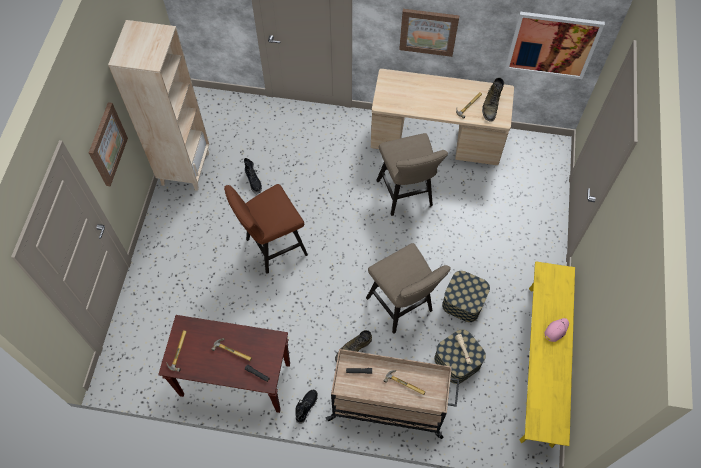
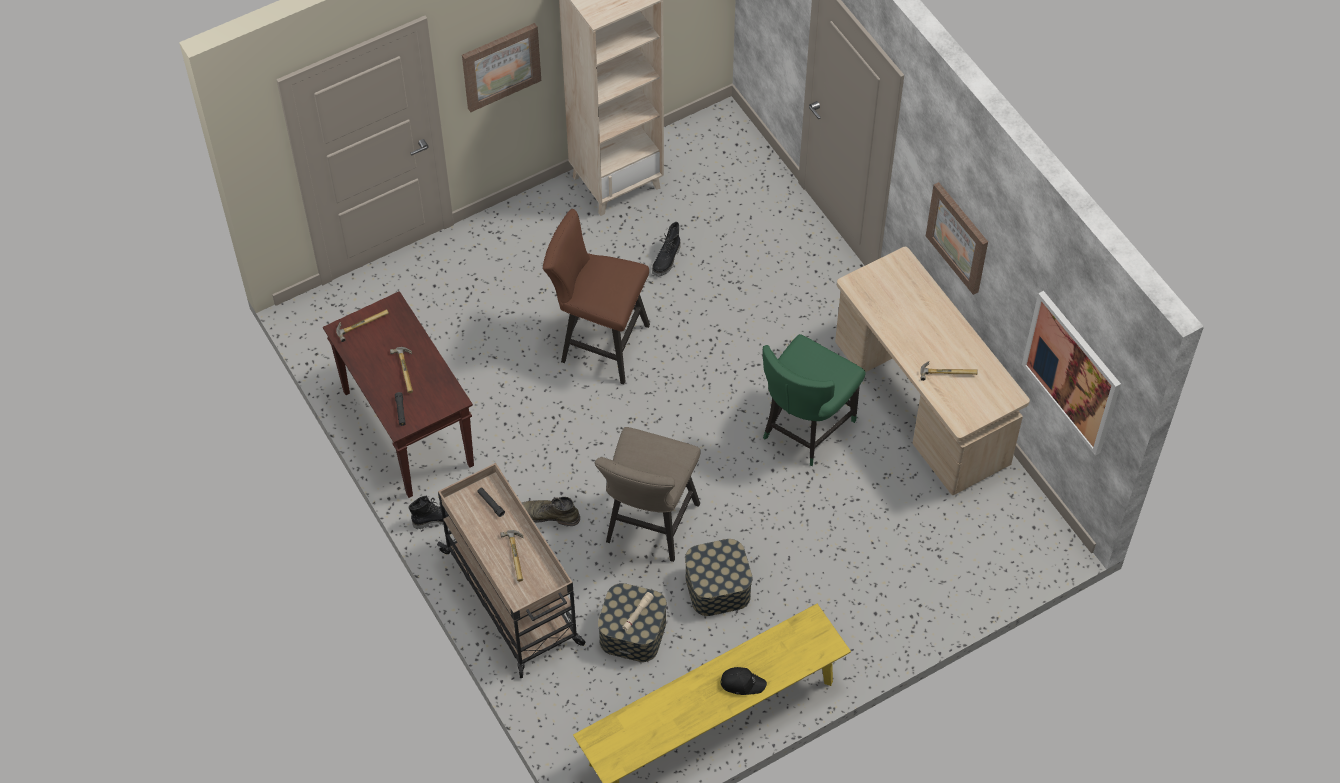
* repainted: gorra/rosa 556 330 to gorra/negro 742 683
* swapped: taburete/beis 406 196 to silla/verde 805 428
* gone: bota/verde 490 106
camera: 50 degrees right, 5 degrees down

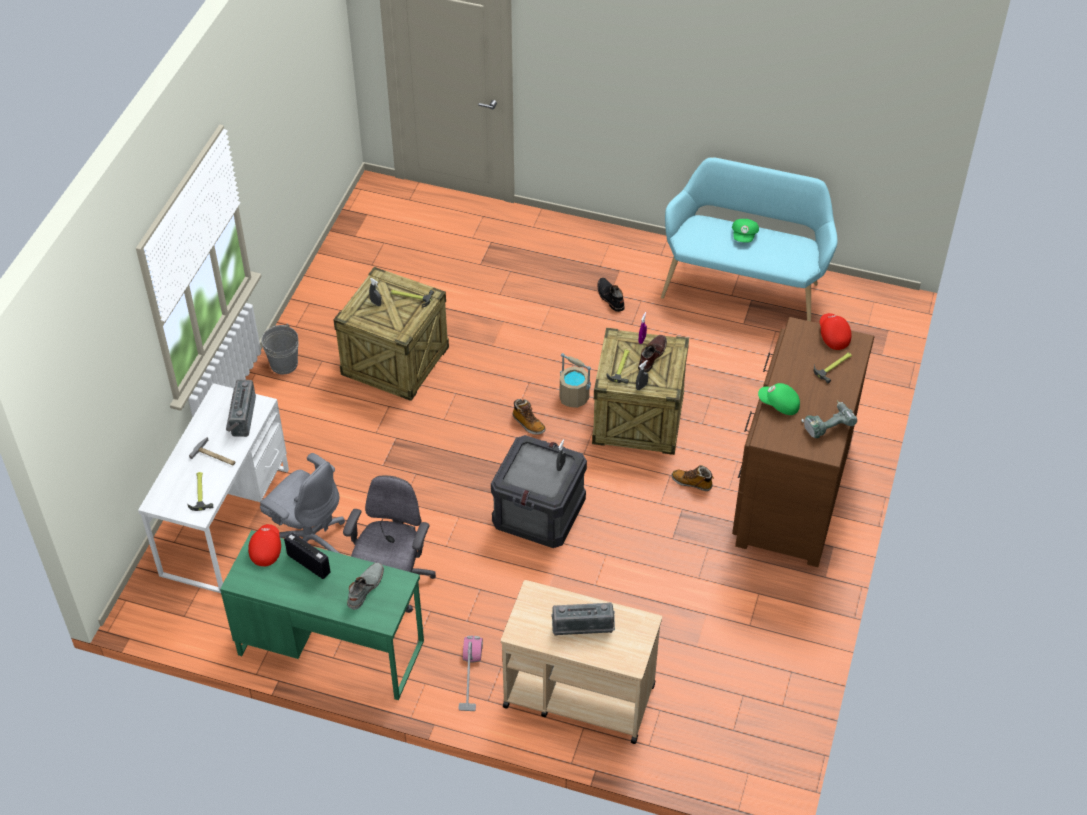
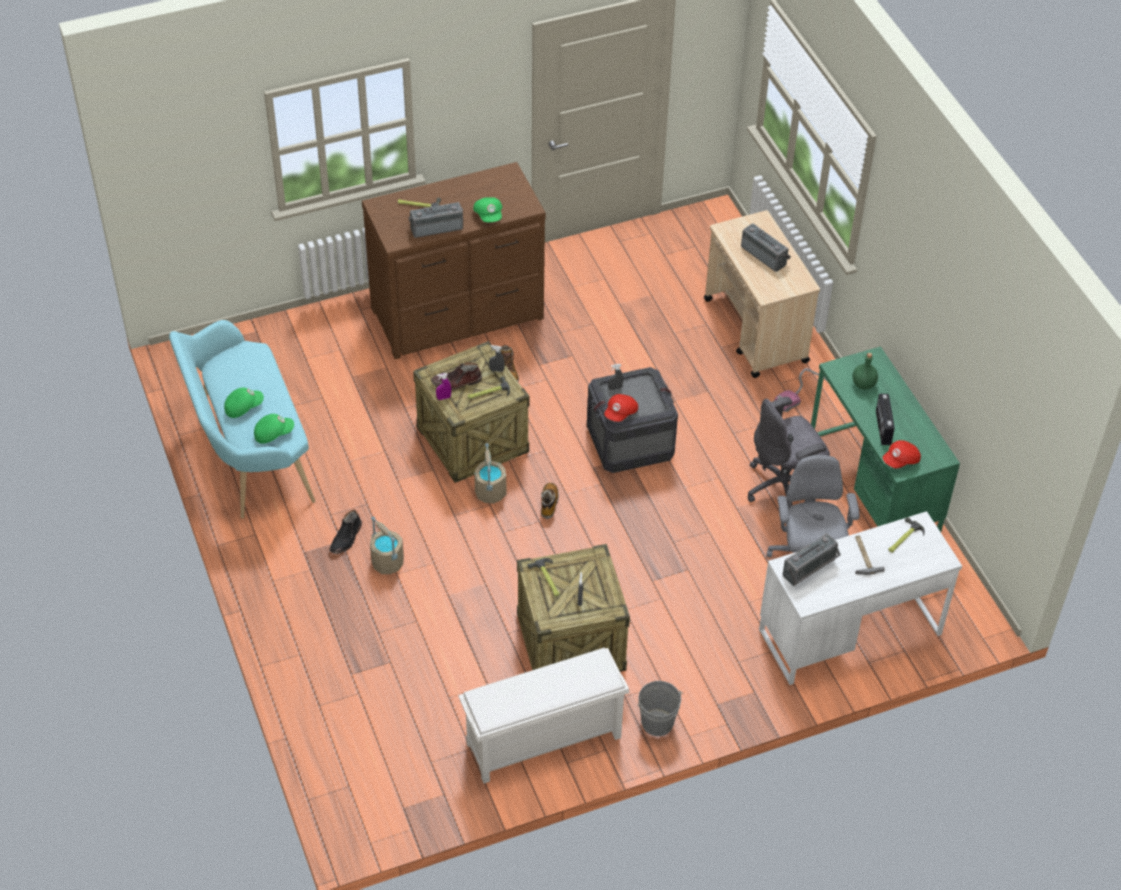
* new: gorra/verde 273 433
* new: cubo/beis 387 562
* new: radio 436 227
* new: zapatero/blanco 542 742
* shifted: gorra/rojo 833 336 to 621 413
* swapped: bota/gris 365 588 to botella/verde 864 384
* gone: taladro 827 425
camera: 130 degrees left, 0 degrees up

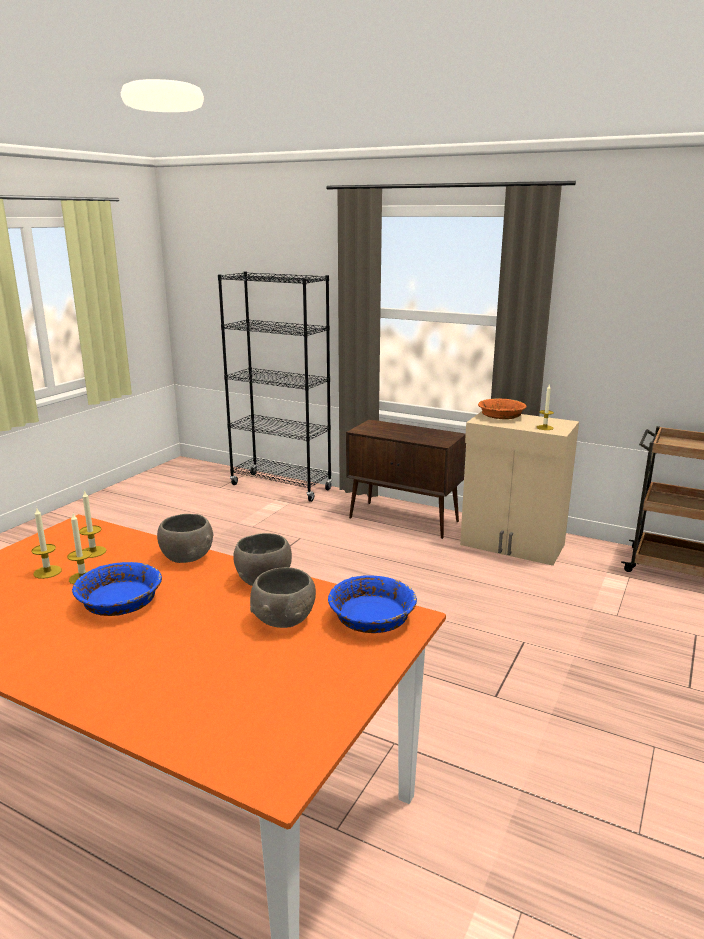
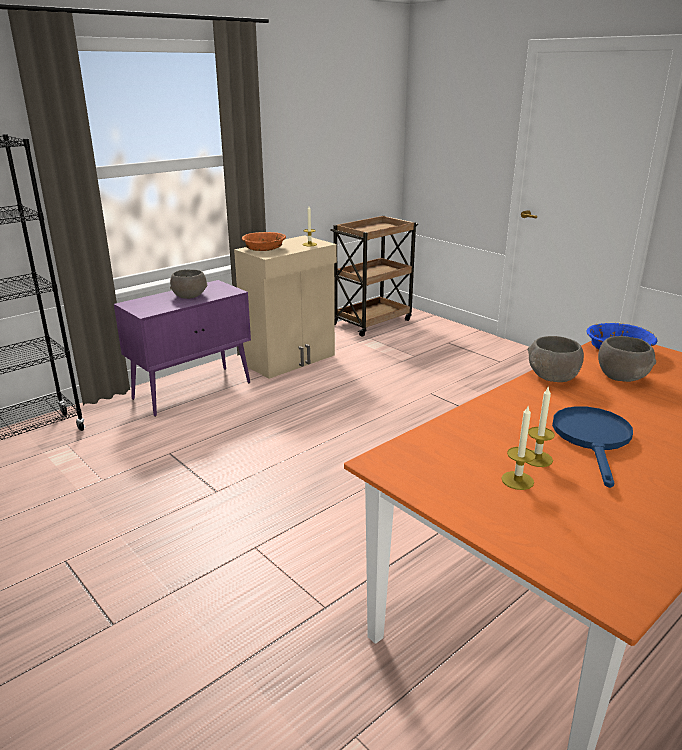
* repainted: armario/marrón 404 520 to armario/morado 193 390
* shifted: cuenco/gris 187 556 to 189 295
* swapped: cuenco/azul 120 602 to sartén/azul 593 439
* gone: vela 93 552
camera: 70 degrees left, 5 degrees up

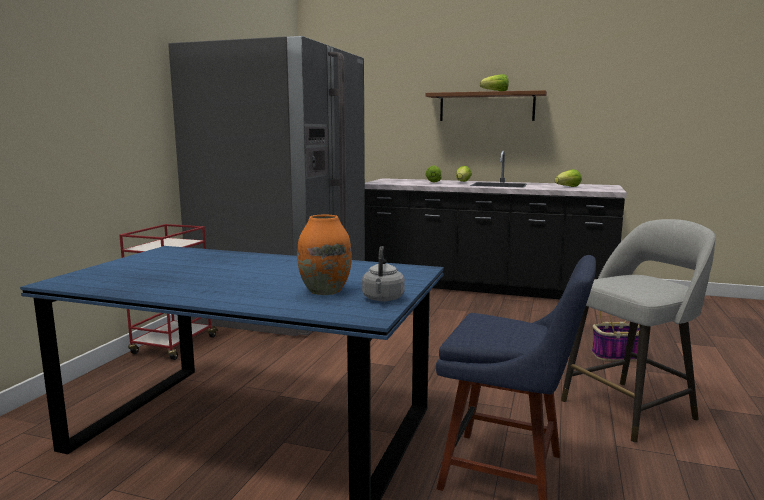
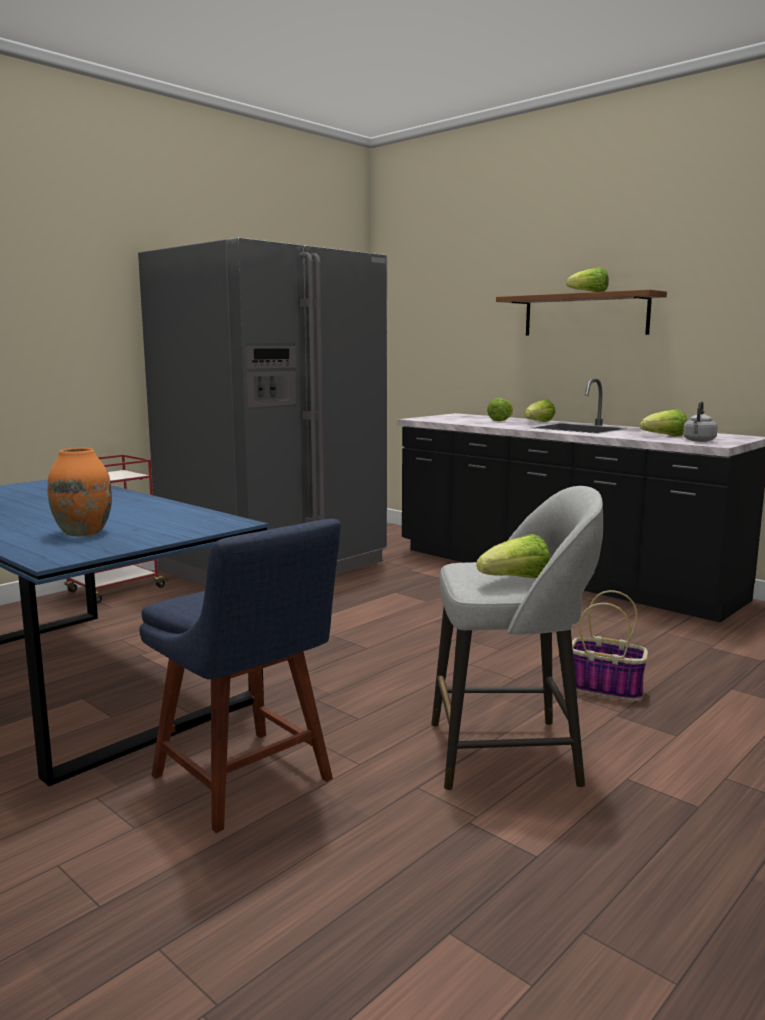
* new: lechuga 516 580
* shifted: hervidor/gris 383 299 to 699 441
camera: 25 degrees right, 0 degrees up

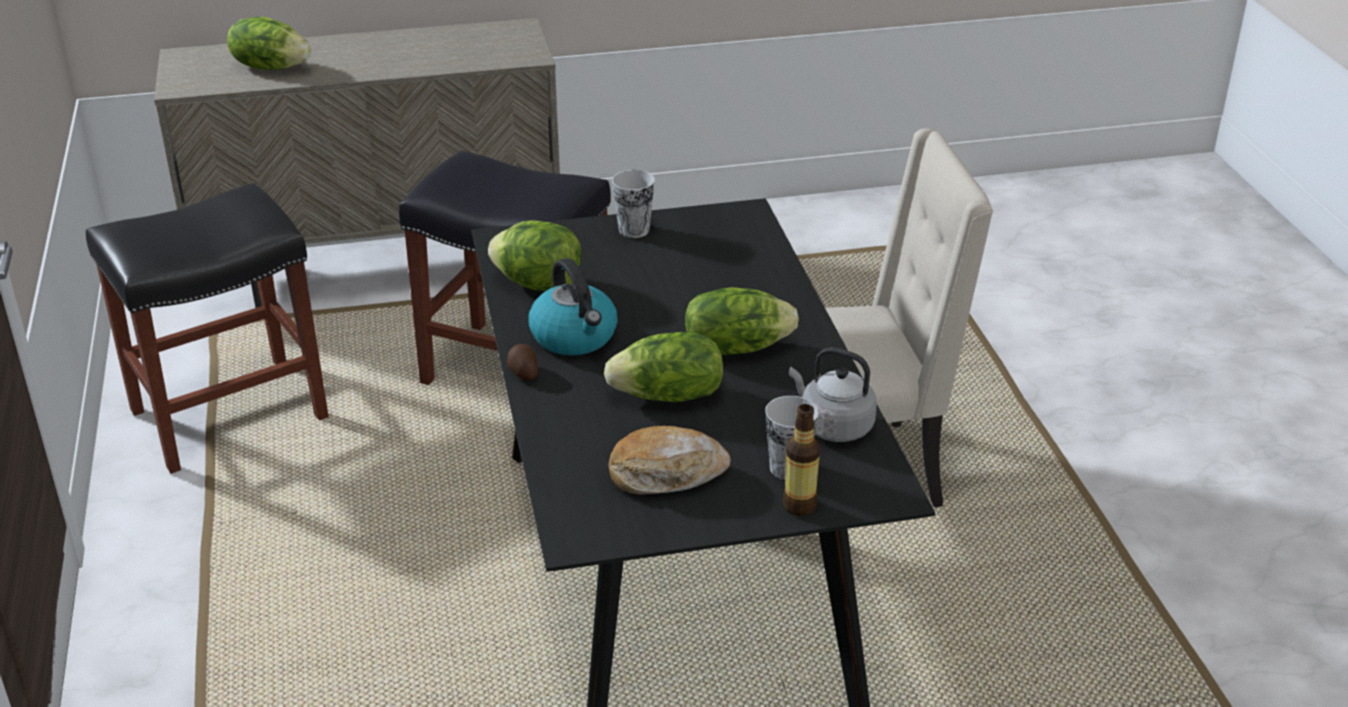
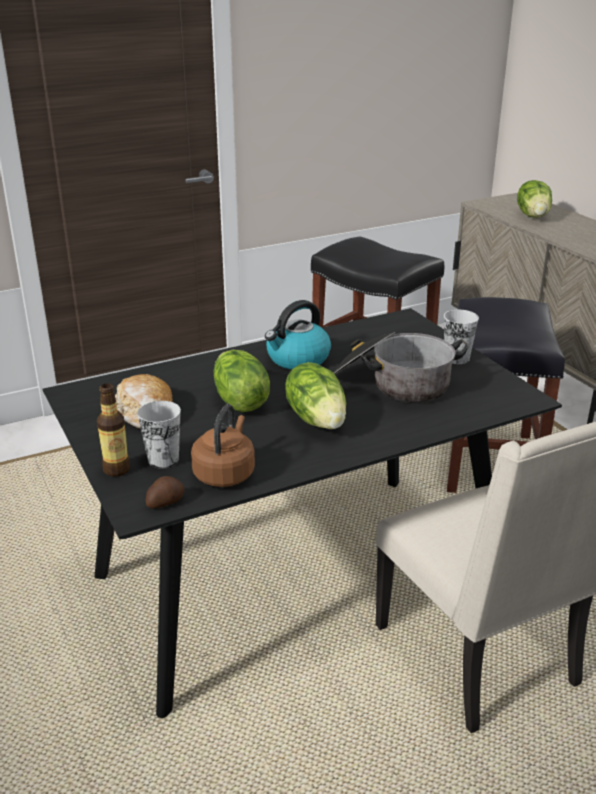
* shifted: patata 523 372 to 165 502
* repainted: hervidor/gris 832 426 to hervidor/marrón 225 473
* new: olla 393 384
* gone: lechuga 538 284
camera: 75 degrees right, 5 degrees down

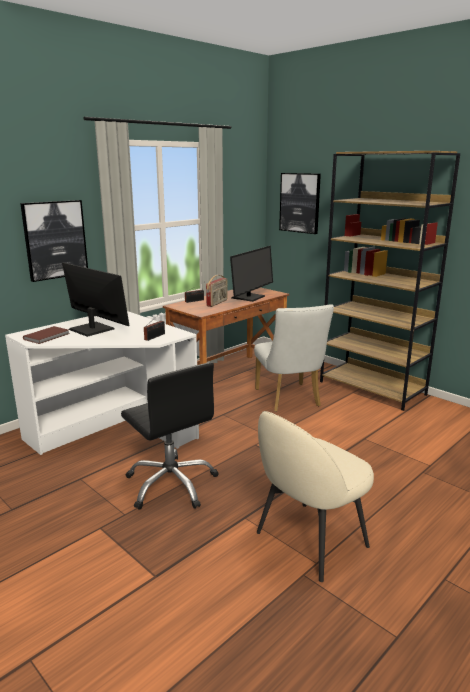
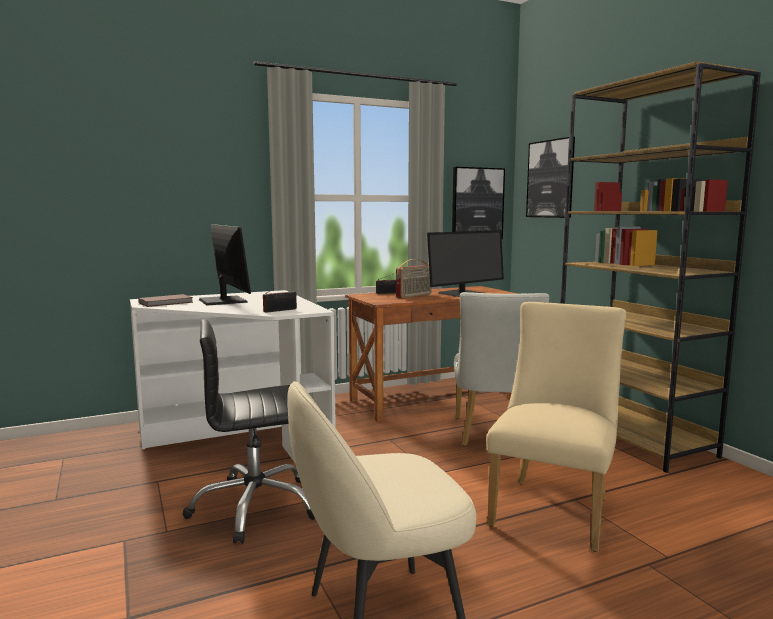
* rotated: silla de oficina/negro 171 484 = 255 507 90 degrees clockwise
* shifted: cuadro 55 240 to 477 204
* new: silla/beis 553 508
camera: 20 degrees right, 10 degrees down

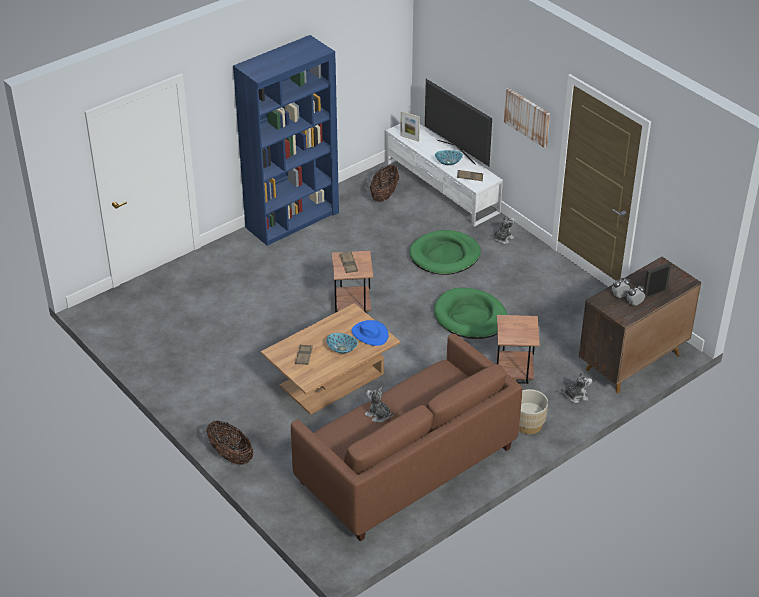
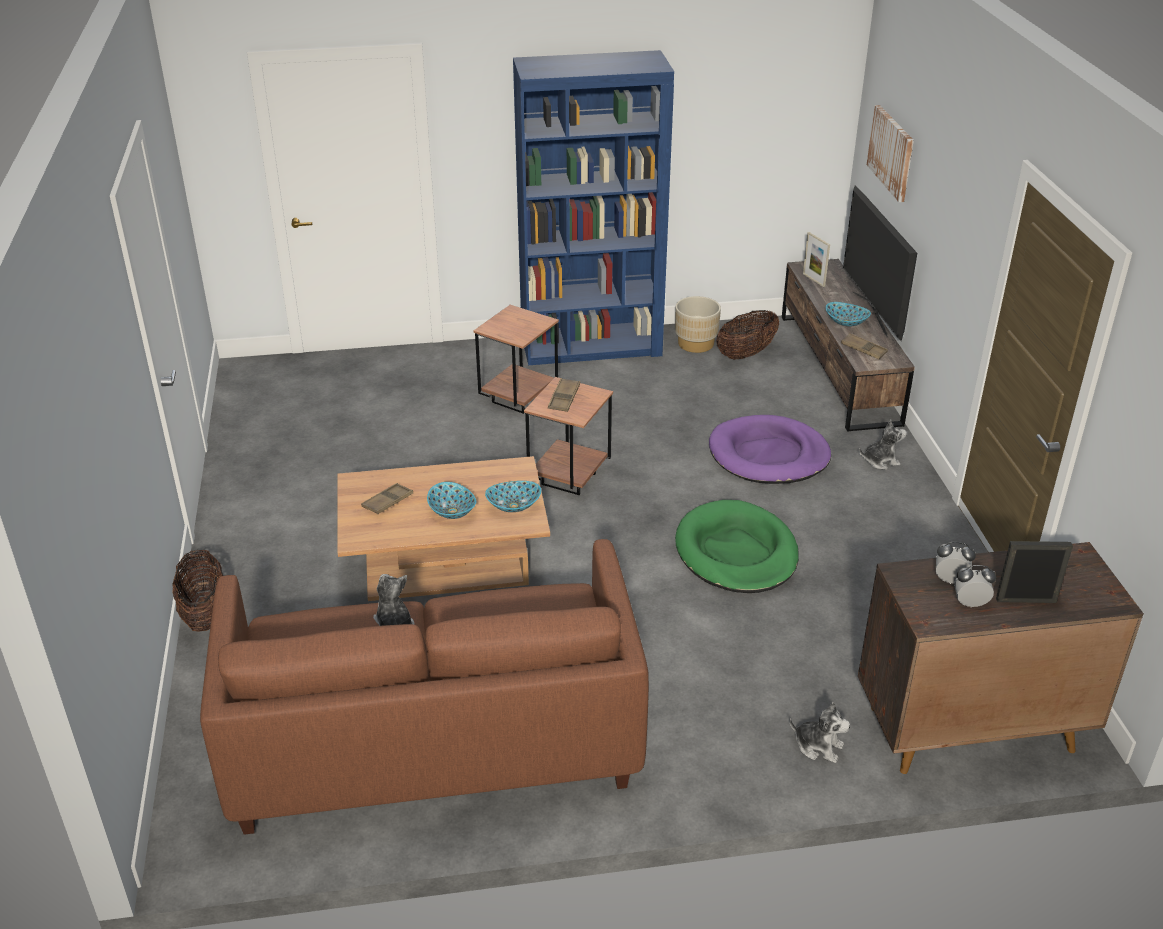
* shifted: mesa auxiliar/marrón 515 374 to 519 400
* swapped: sombrero/azul 369 334 to cuenco 513 506
* shifted: maceta/beis 528 424 to 695 344
* repainted: cama para perro/verde 445 255 to cama para perro/morado 768 455
* repainted: mueble de televisión/blanco 441 188 to mueble de televisión/marrón 838 369
* shifted: cuadro 527 117 to 891 152
camera: 30 degrees right, 5 degrees down

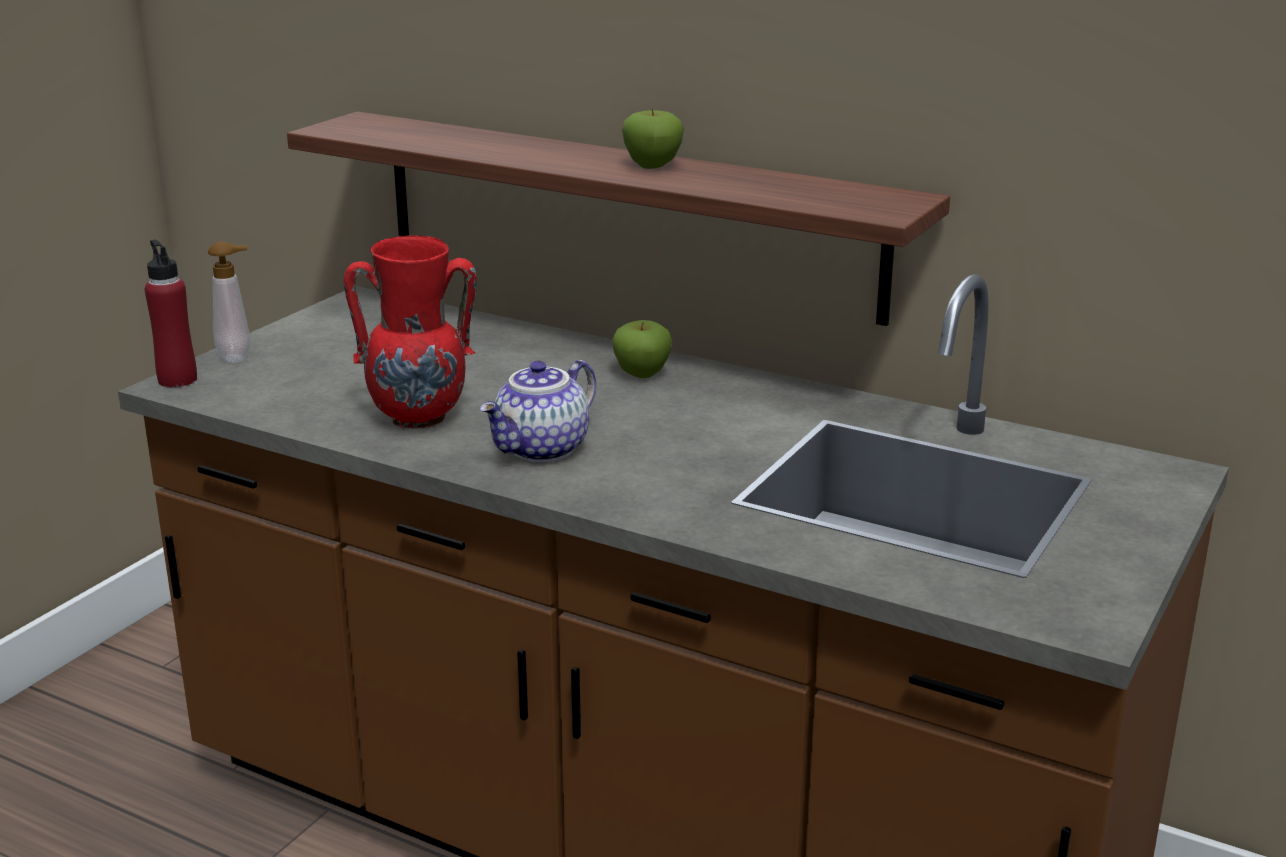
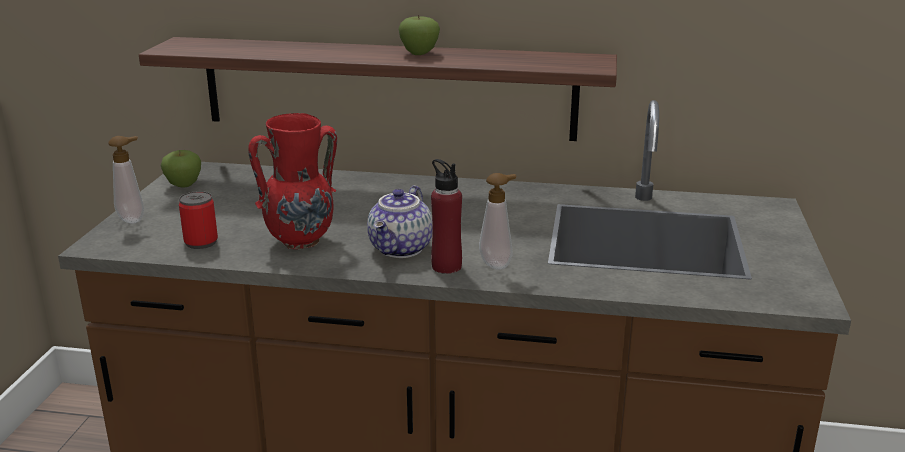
* shifted: manzana 642 374 to 183 185
* new: lata 201 242
* shifted: botella/rojo 177 380 to 446 266
* new: dispensador de jabón 498 264
camera: 20 degrees left, 0 degrees up

